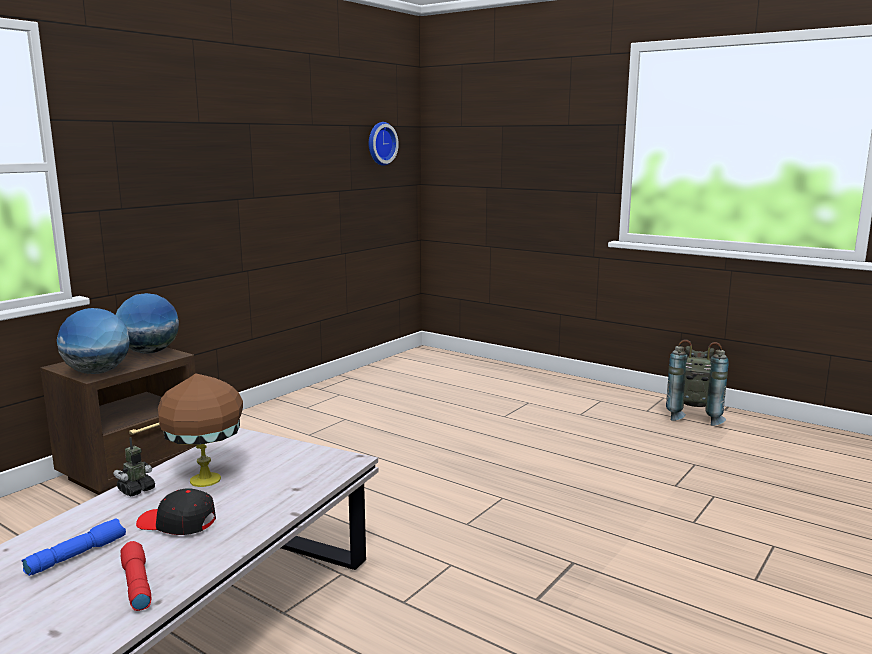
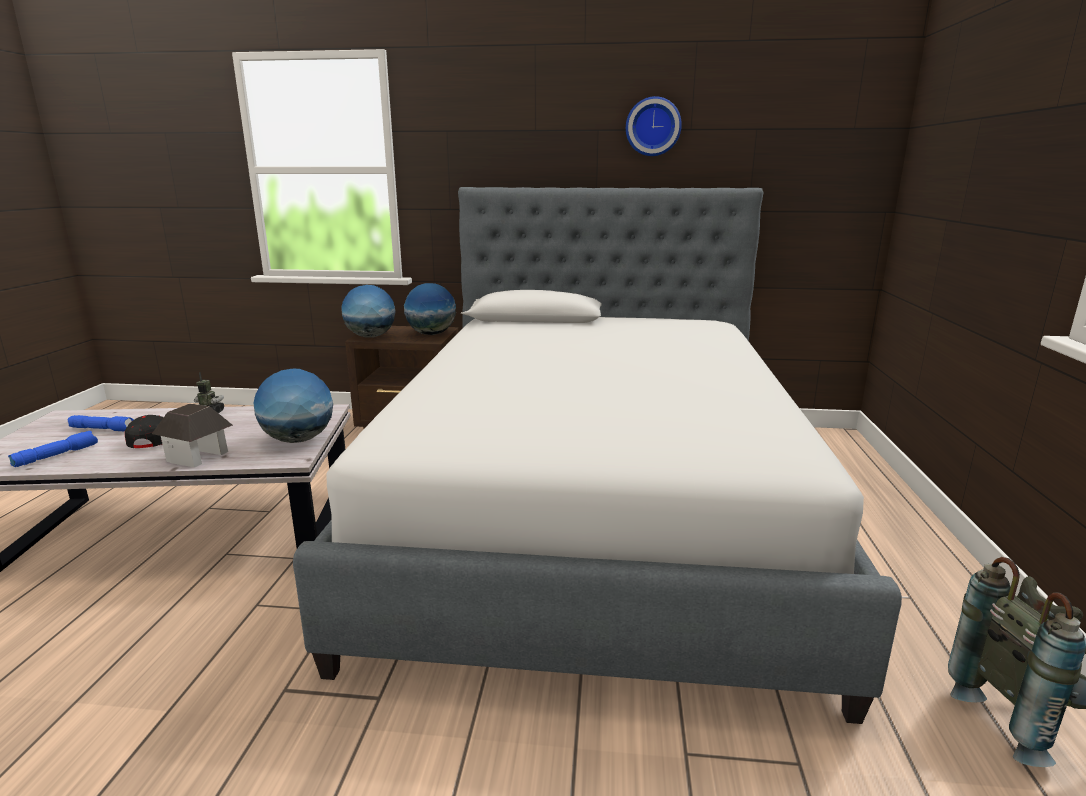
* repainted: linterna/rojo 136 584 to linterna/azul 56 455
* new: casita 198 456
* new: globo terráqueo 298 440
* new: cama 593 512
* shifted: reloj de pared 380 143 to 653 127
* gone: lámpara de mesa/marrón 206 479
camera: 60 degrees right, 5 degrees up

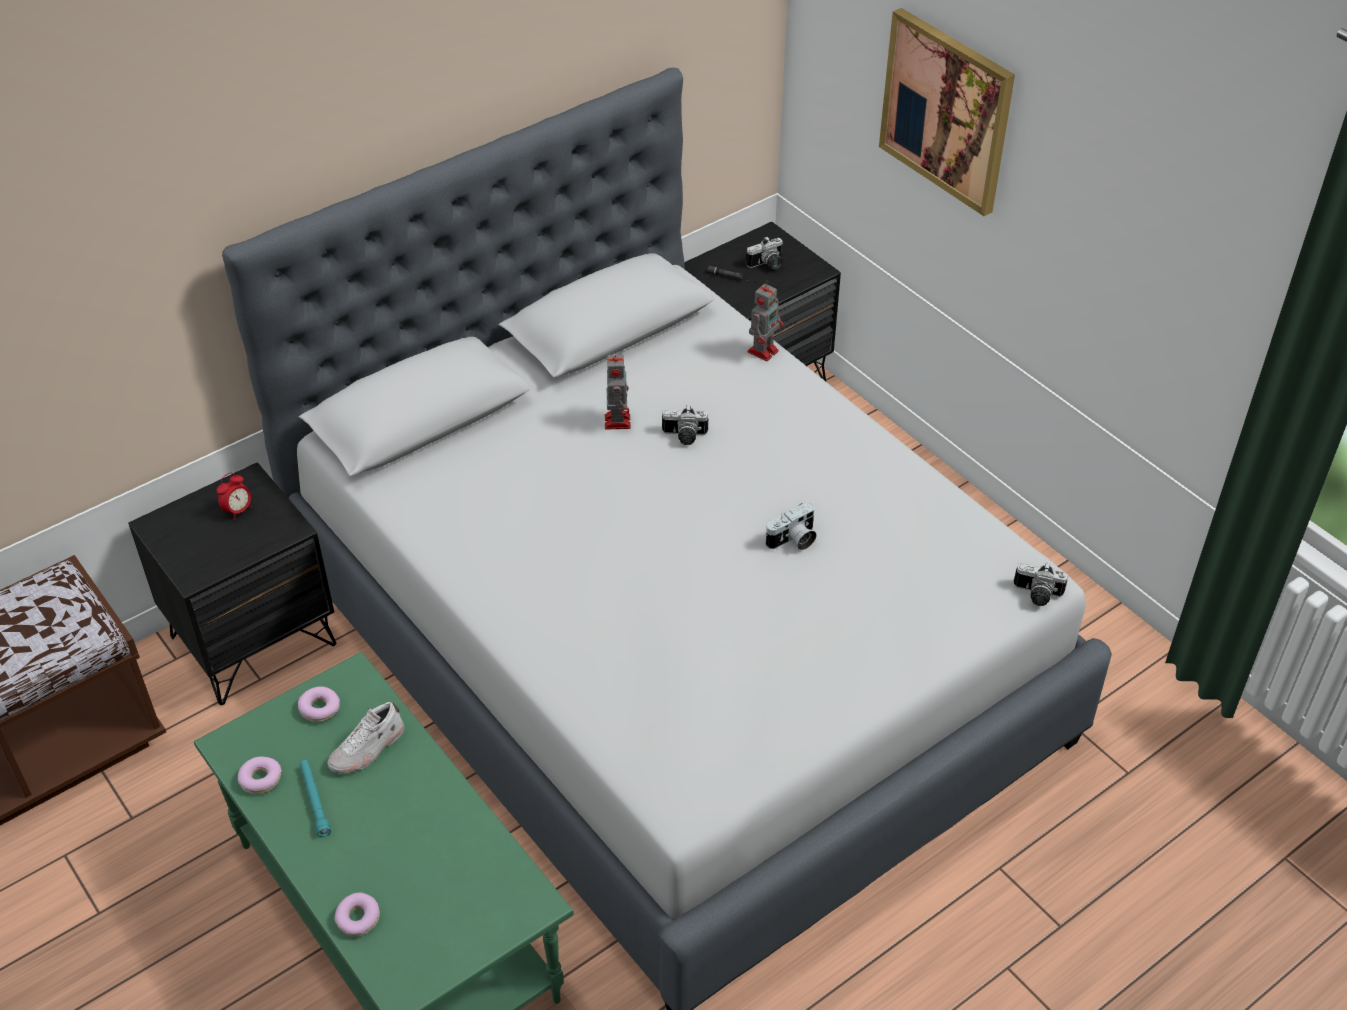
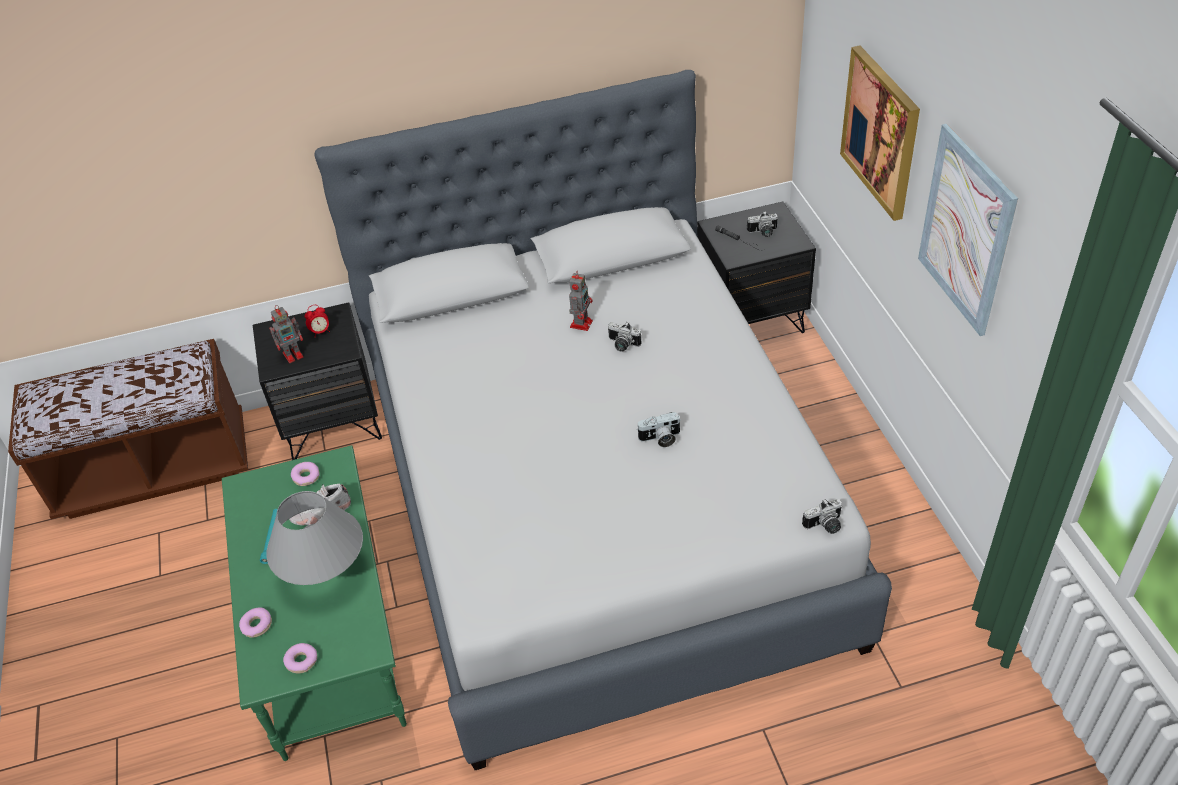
* new: lámpara de mesa/gris 326 575
* shifted: robot de juguete 763 350 to 294 354
* shifted: rosquilla 261 779 to 302 661
* rotated: cámara 1037 595 = 825 526 60 degrees counterclockwise
* new: cuadro 965 230
camera: 25 degrees right, 0 degrees up

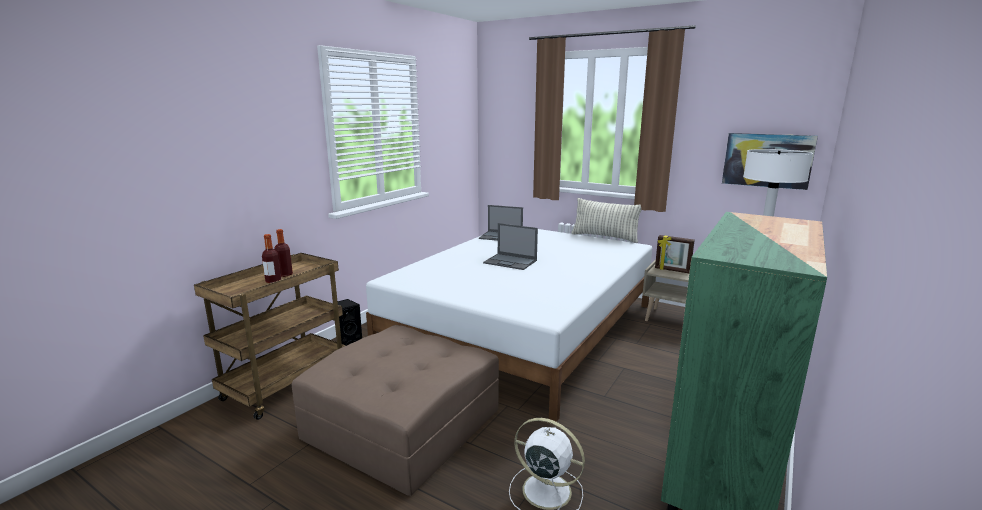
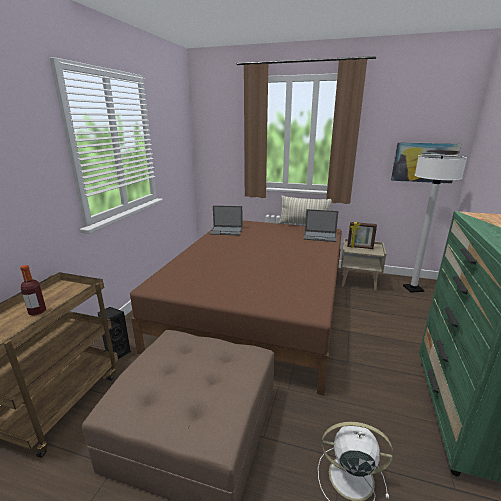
* repainted: cama/blanco 524 328 to cama/marrón 258 305
* shifted: portátil 511 262 to 320 236
* gone: botella 285 274
camera: 15 degrees left, 5 degrees up

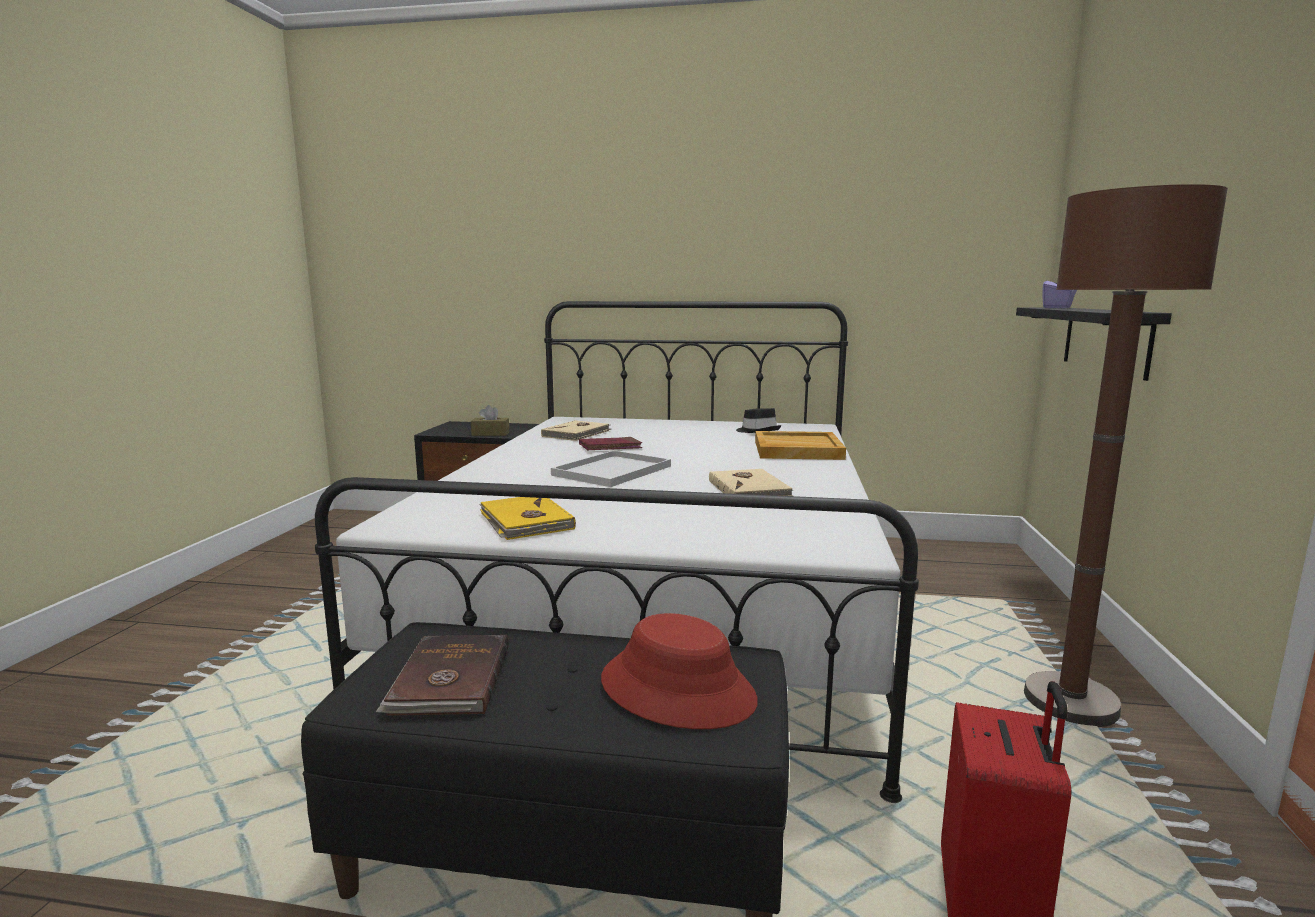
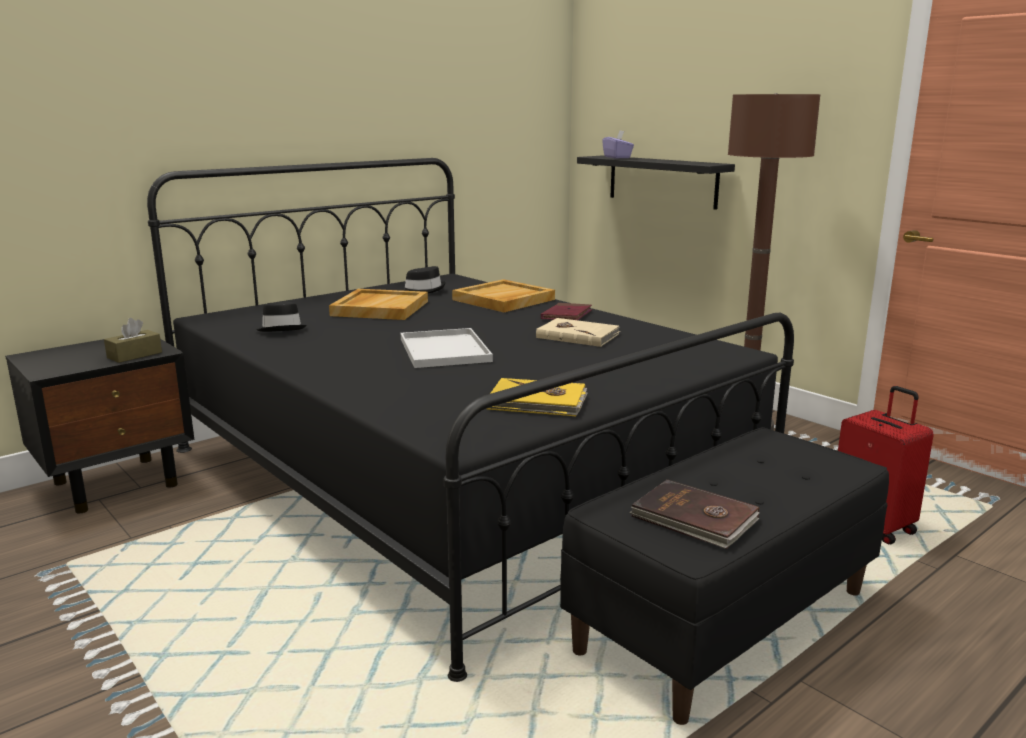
* repainted: cama/blanco 659 609 to cama/negro 455 476
* swapped: libro/beis 577 434 to sombrero/negro 282 329
* new: bandeja/beis 380 308
* shifted: libro/rojo 610 447 to 566 315
* gone: sombrero/rojo 678 689
camera: 50 degrees left, 5 degrees up

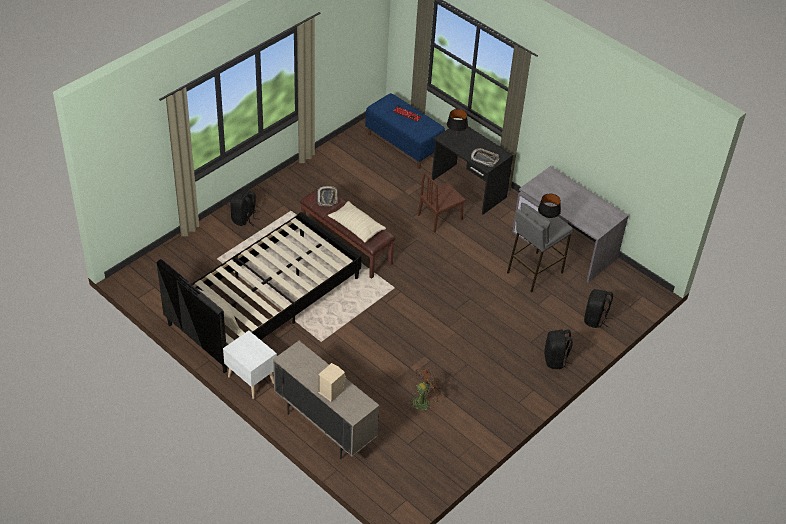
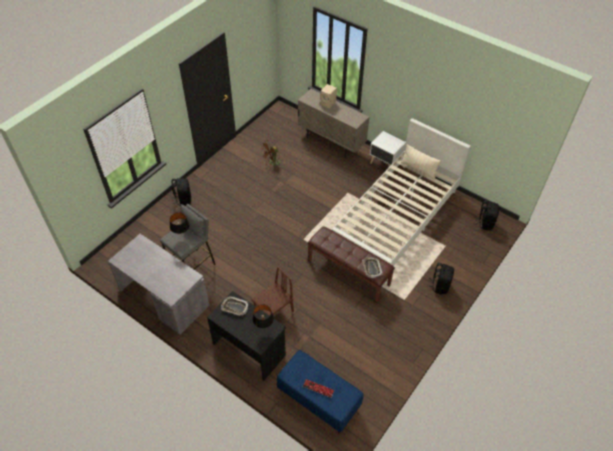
* repainted: cama/negro 264 301 to cama/blanco 396 216
* shifted: mochila/negro 595 319 to 485 223
* gone: cojín/beis 356 227
camera: 175 degrees right, 5 degrees up

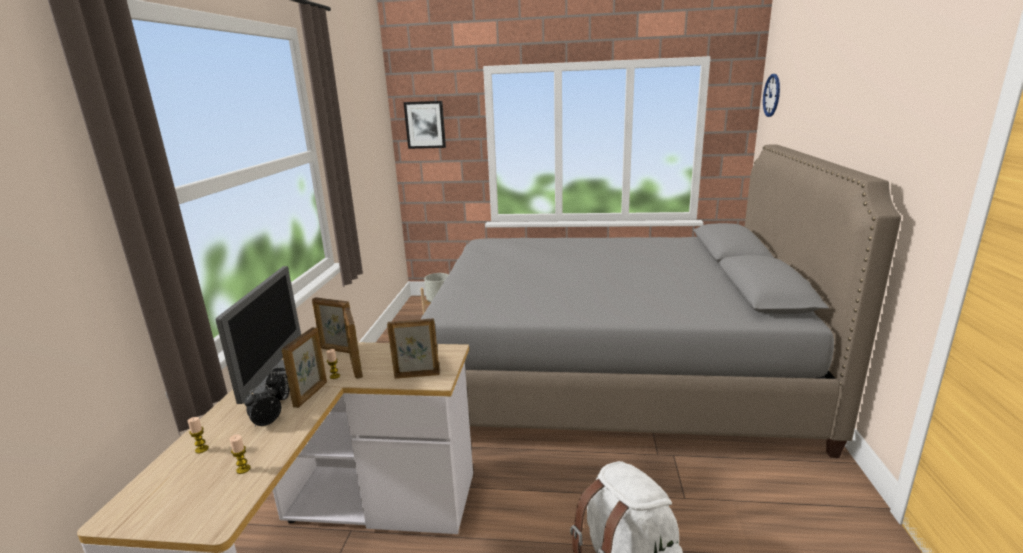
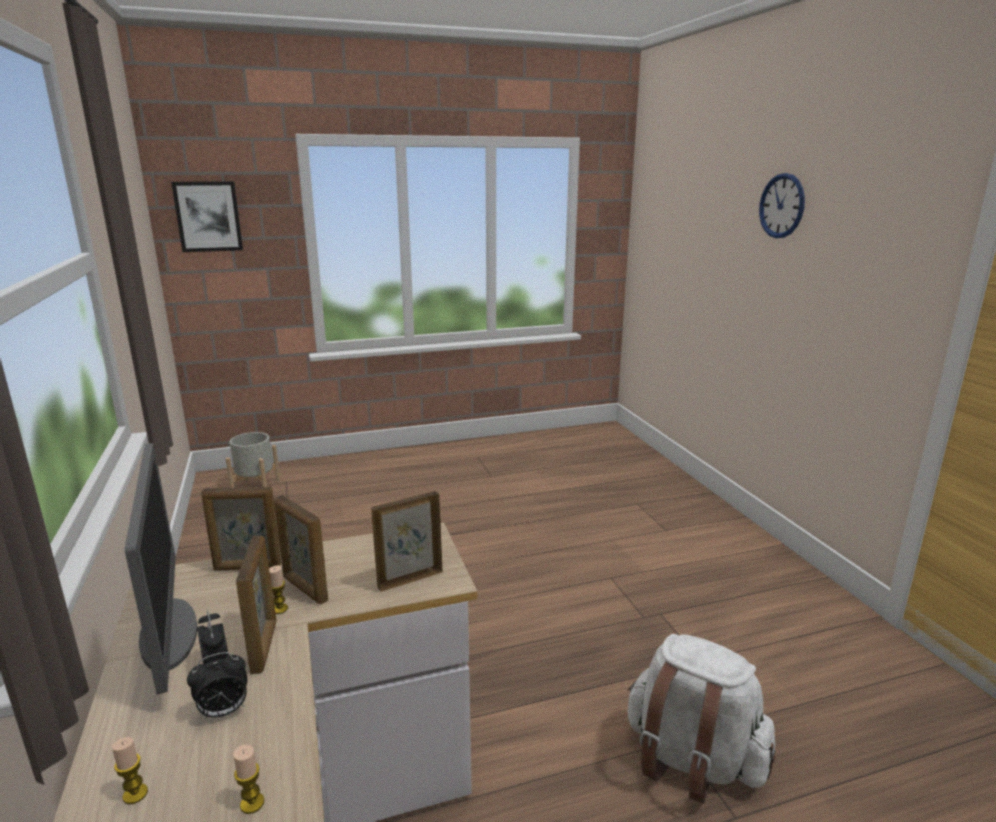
* rotated: despertador 266 422 = 223 712 135 degrees counterclockwise
* shifted: reloj de pared 772 95 to 782 206
* gone: cama/gris 608 371
camera: 25 degrees left, 0 degrees up

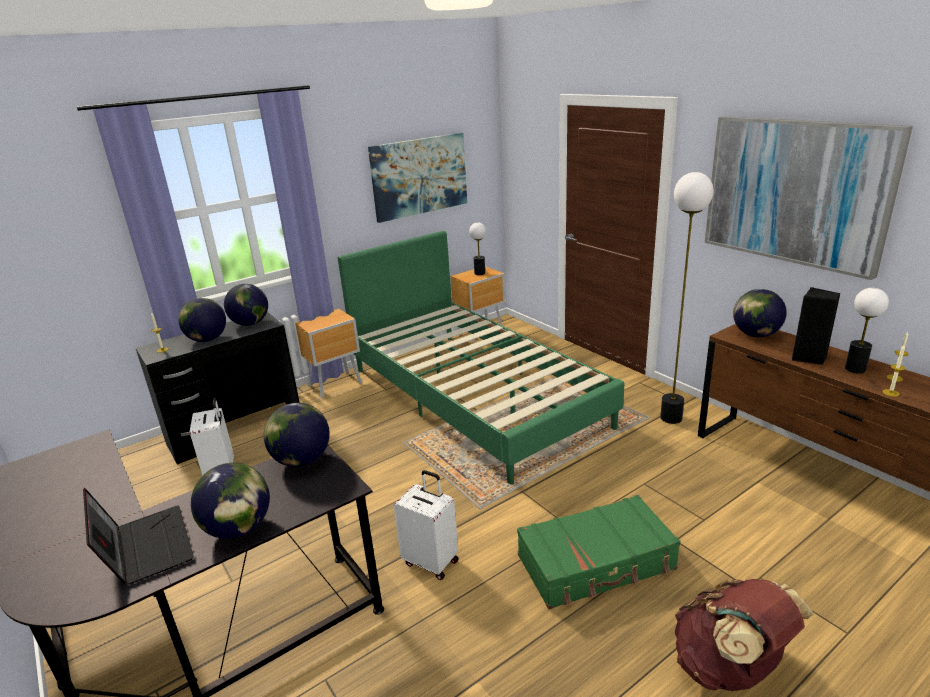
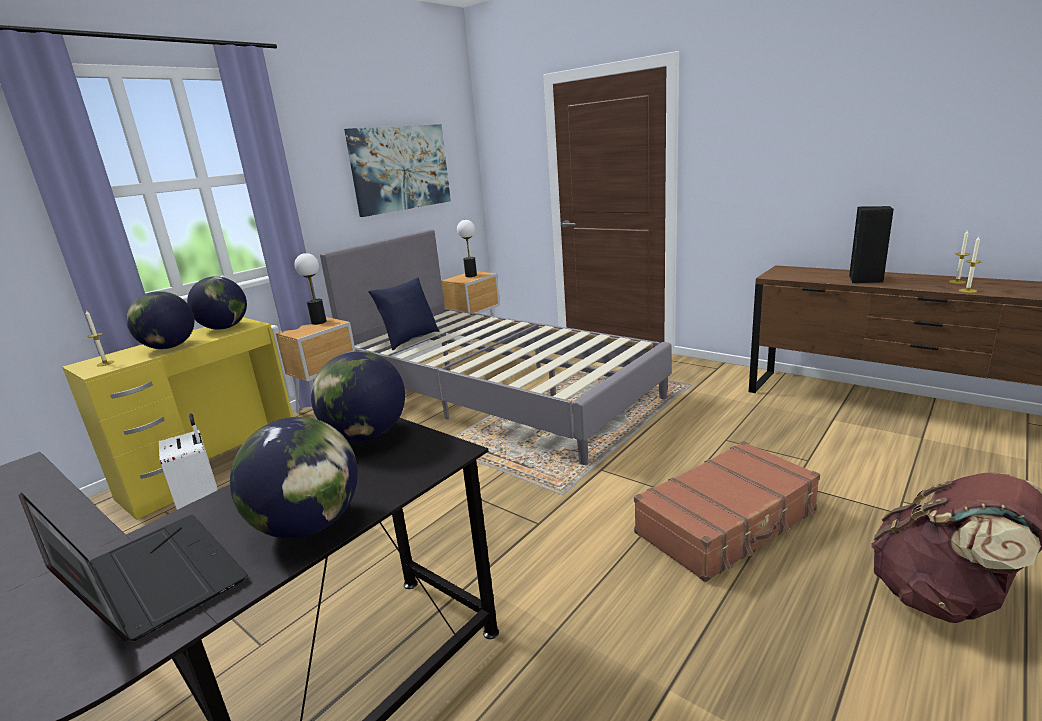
* repainted: escritorio/negro 235 430 to escritorio/amarillo 213 469
* shifted: lámpara de mesa 855 369 to 319 322
* repainted: cama/verde 473 396 to cama/gris 497 393
* new: cojín/azul 409 339
* repainted: maleta/verde 596 563 to maleta/marrón 727 523
* gone: maleta/blanco 431 561
* gone: lámpara de pie 671 418
* gone: cuadro 796 192
* gone: globo terráqueo 755 335
camera: 15 degrees left, 5 degrees down

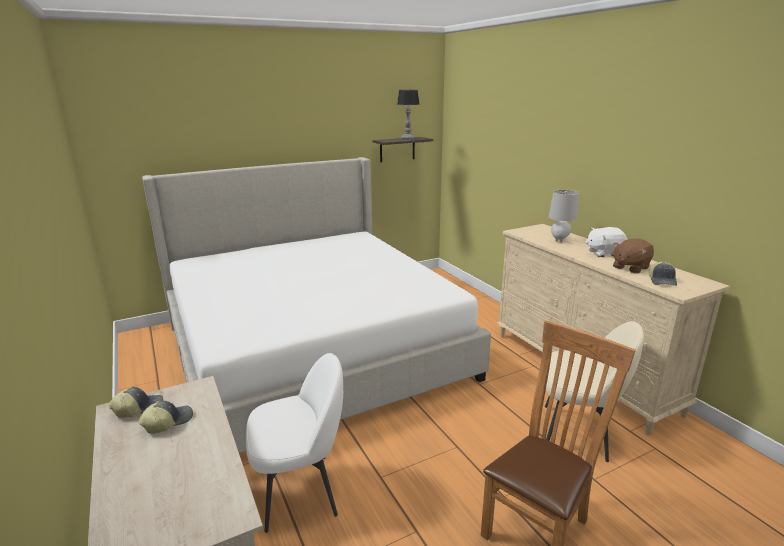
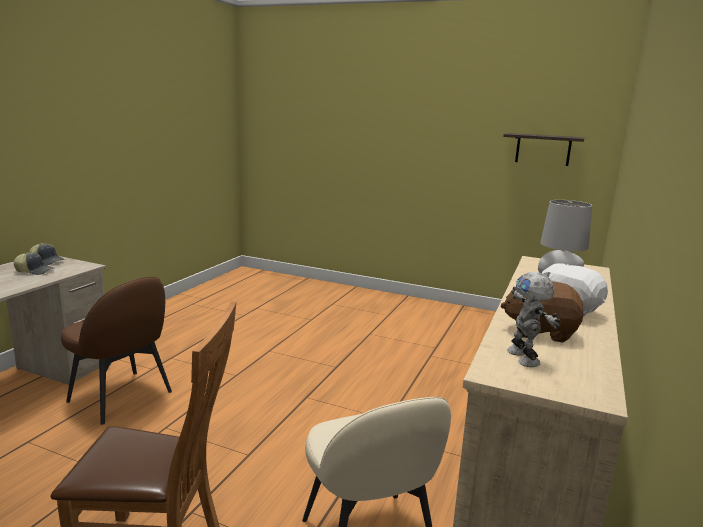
* repainted: silla/blanco 301 490 to silla/marrón 122 397
* swapped: gorra 662 281 to robot de juguete 524 357
* gone: cama 312 349
* gone: lámpara de mesa 408 139
camera: 50 degrees right, 5 degrees down

